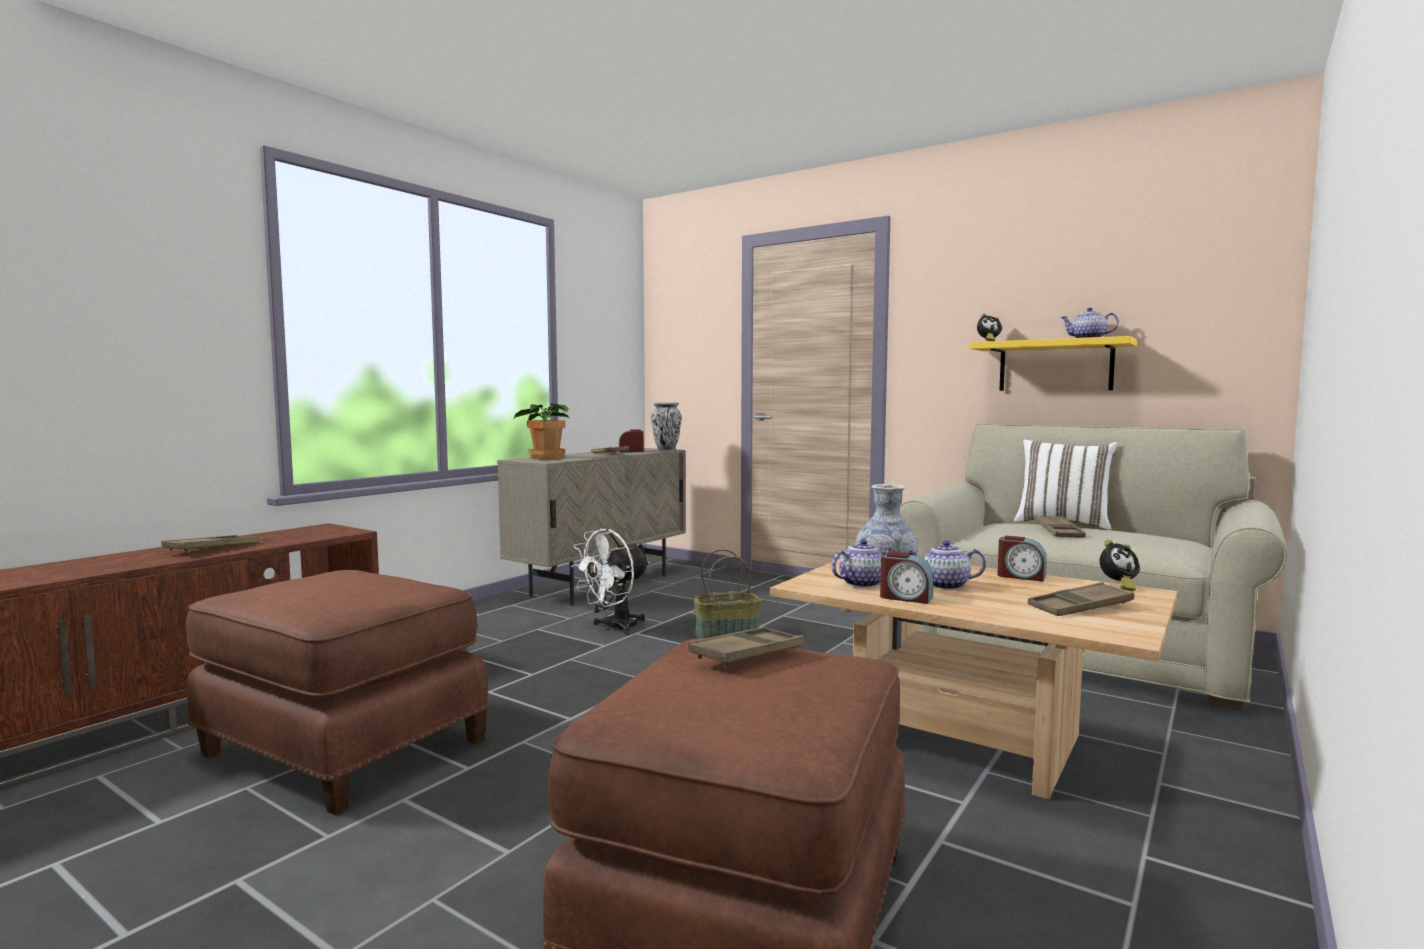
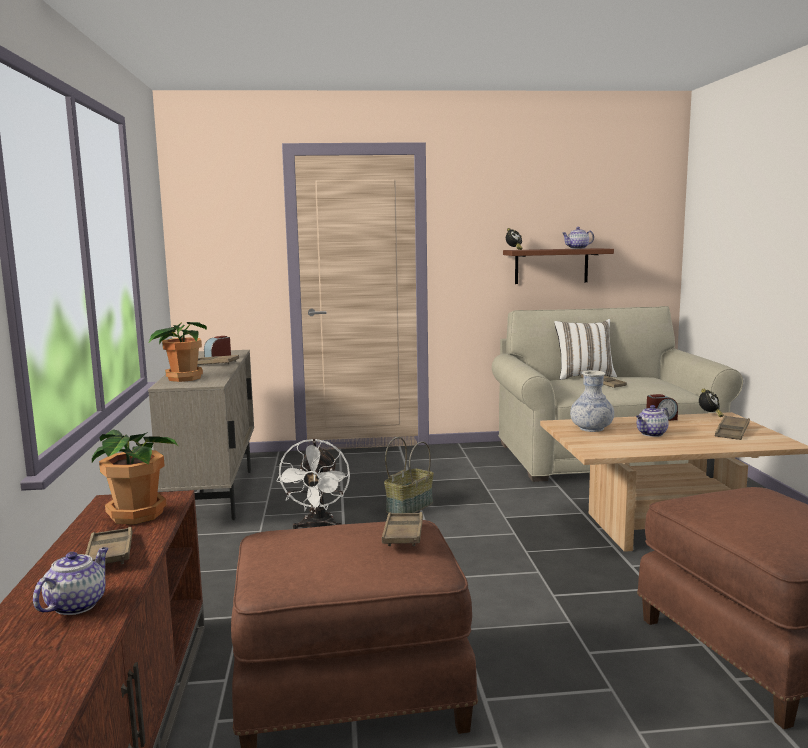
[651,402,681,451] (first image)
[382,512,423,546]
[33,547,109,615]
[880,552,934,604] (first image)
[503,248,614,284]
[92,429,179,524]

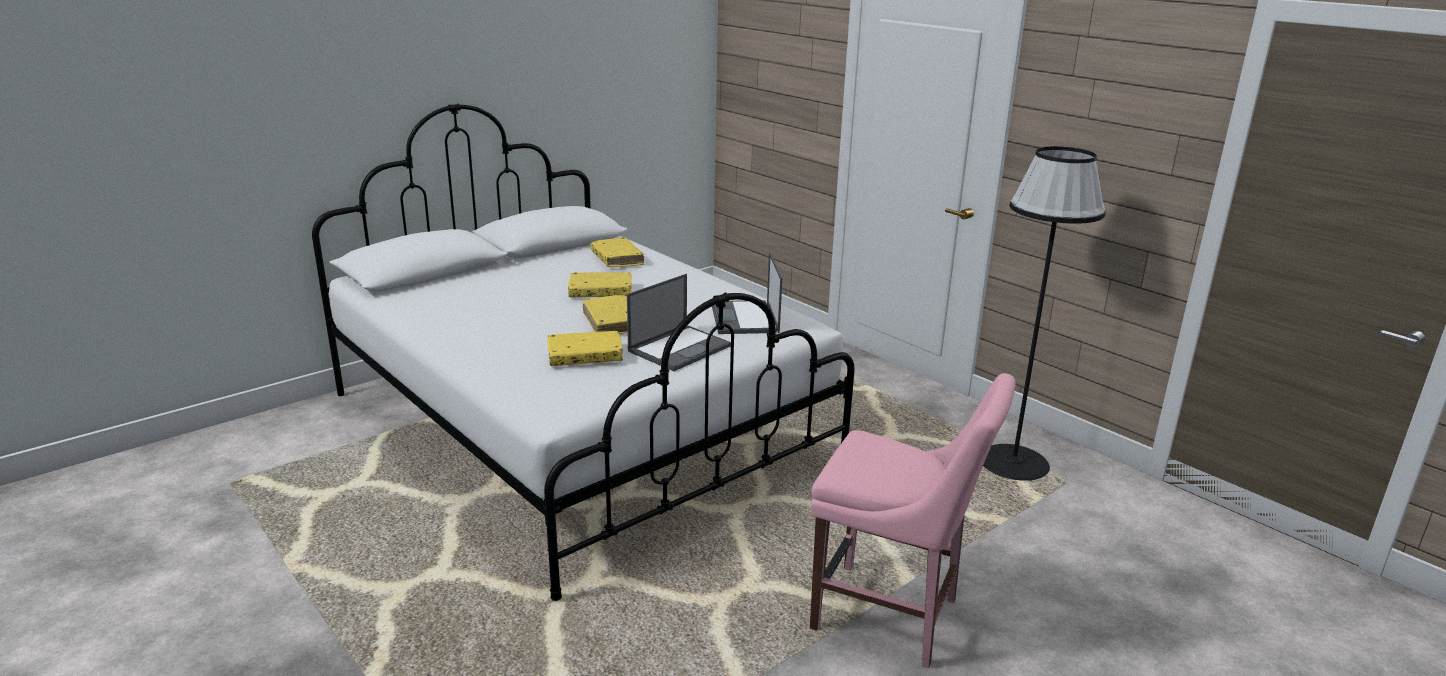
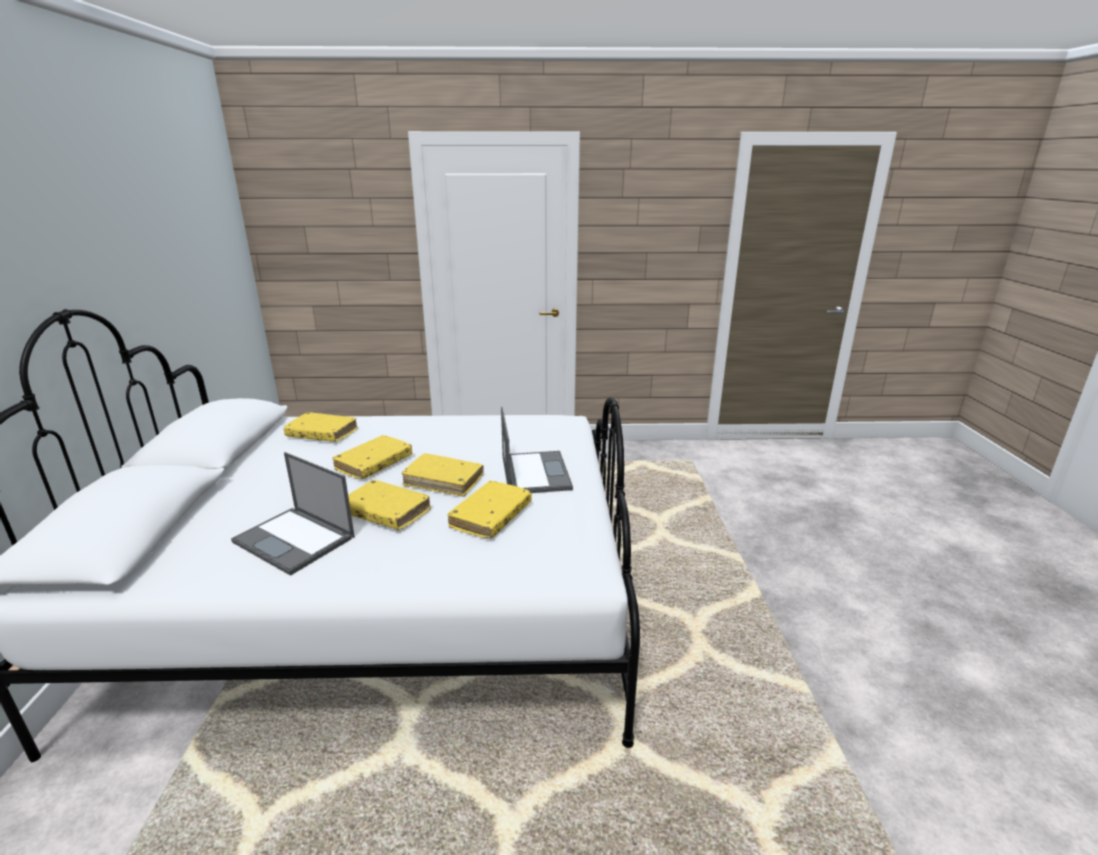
[231,452,355,576]
[810,373,1016,668] (first image)
[983,146,1106,481] (first image)
[348,480,431,530]

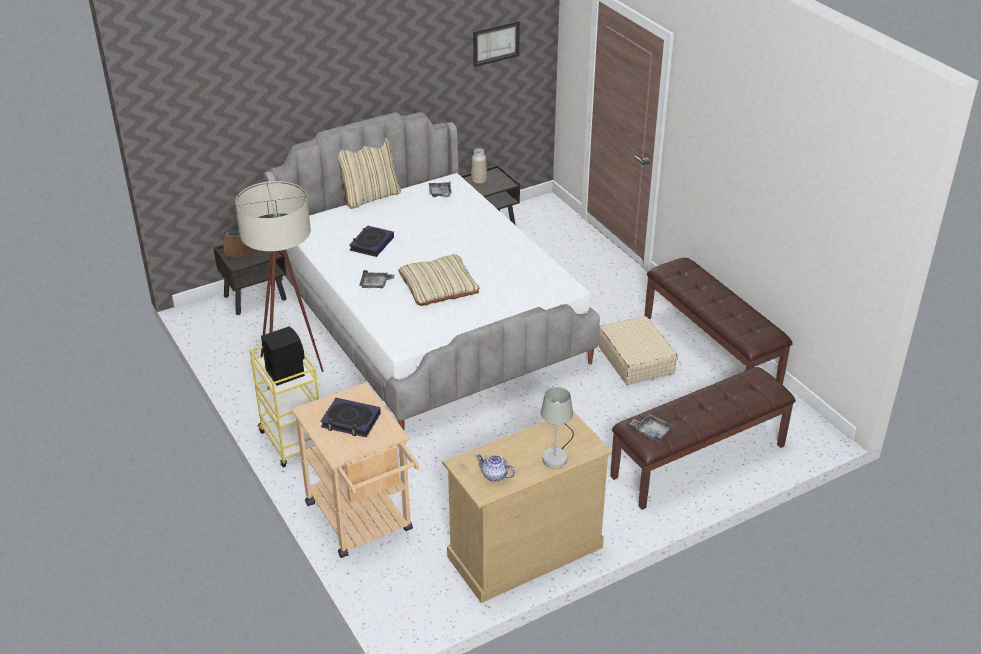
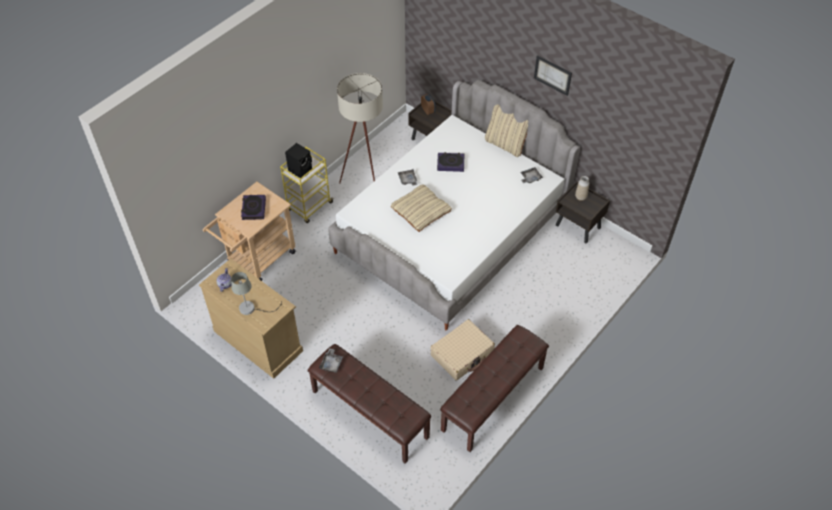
[534,55,572,96]

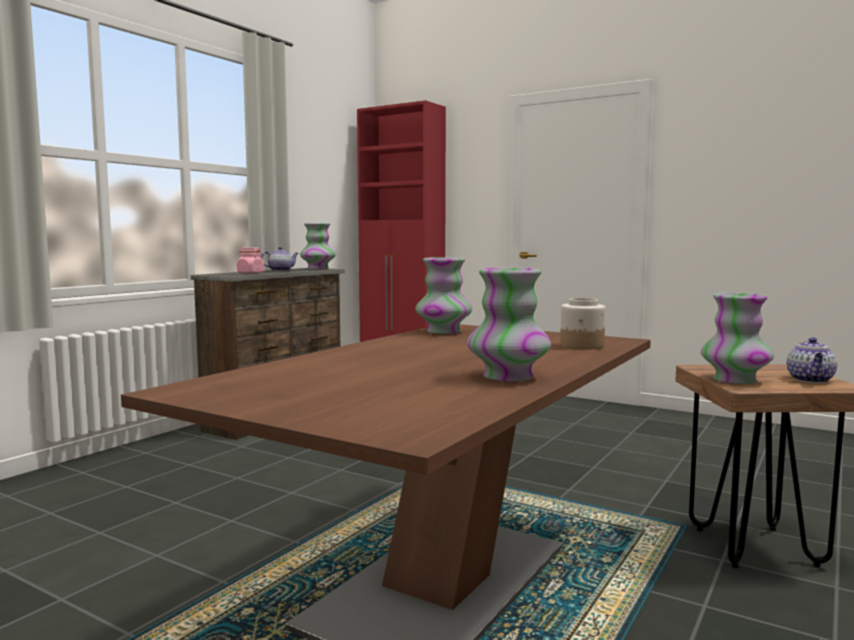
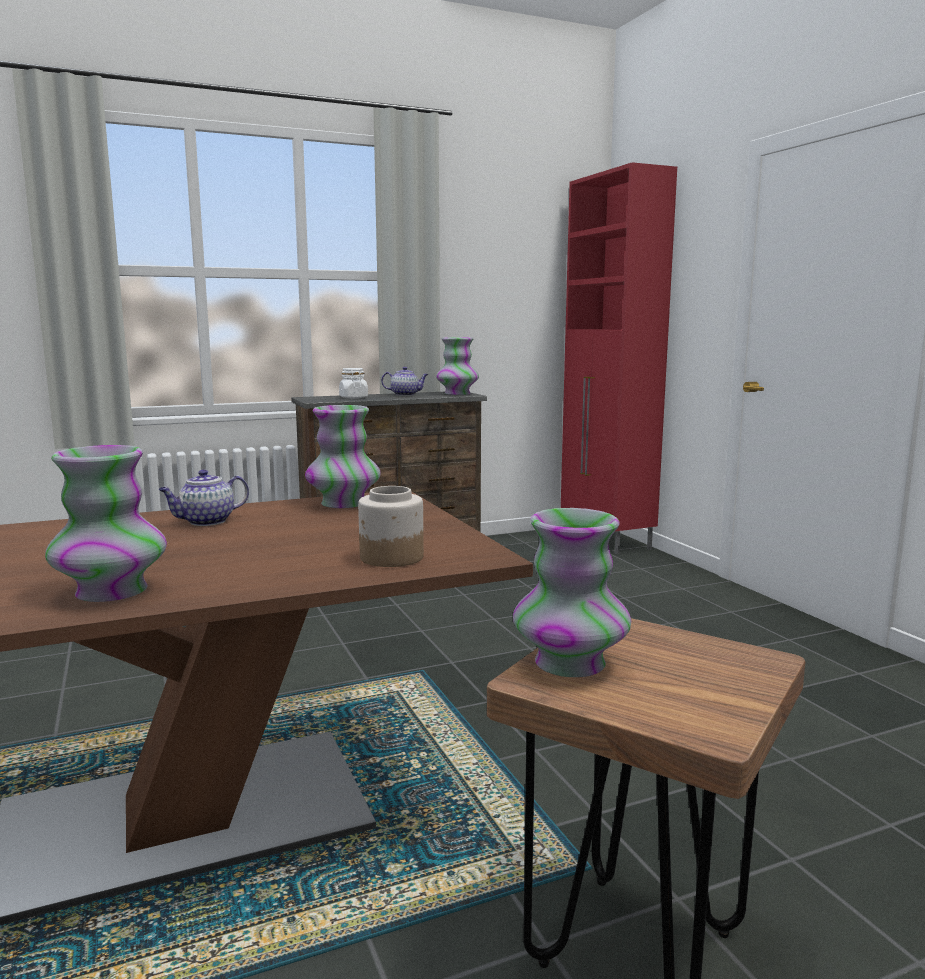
[339,368,368,399]
[158,470,249,526]

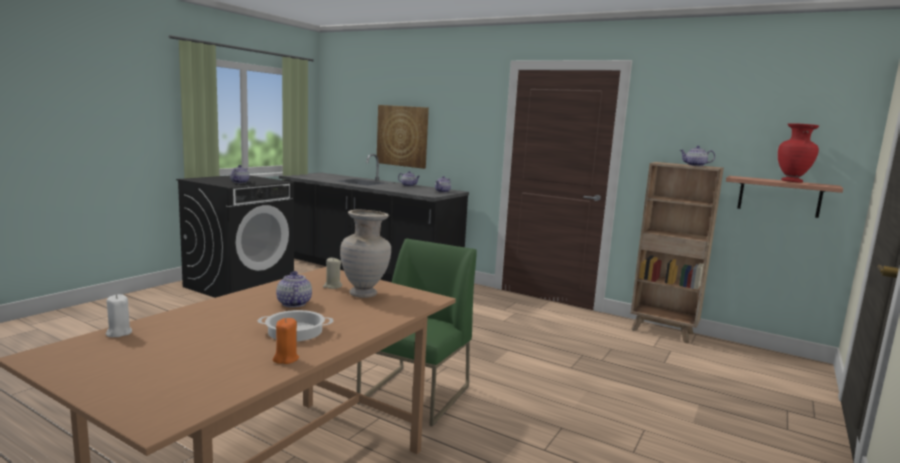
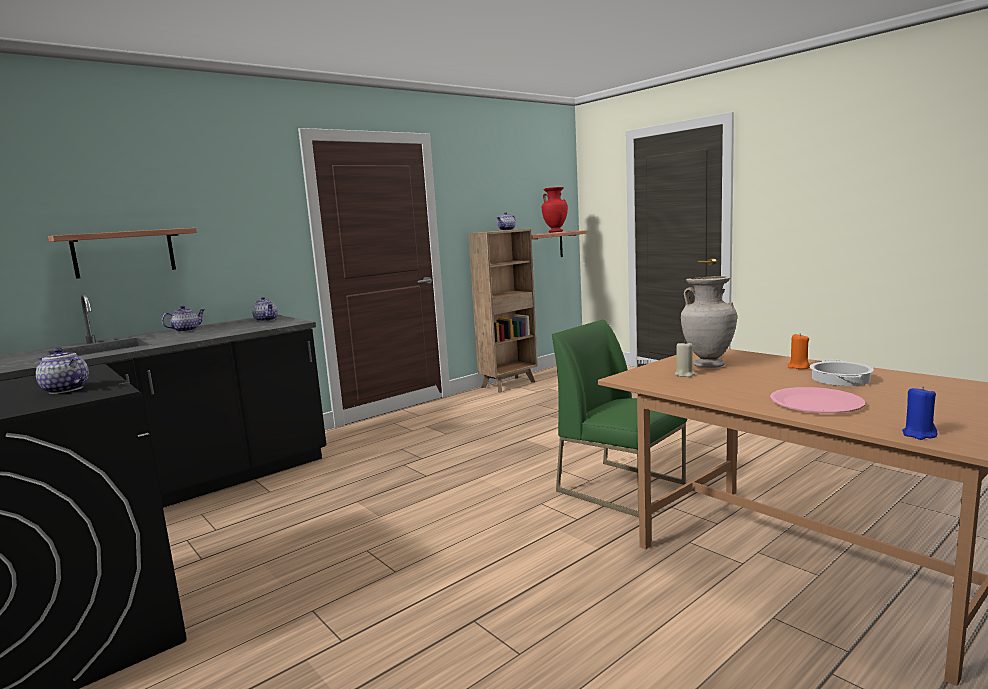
[902,386,938,440]
[788,333,810,369]
[276,271,312,307] (first image)
[48,228,197,279]
[770,387,865,413]

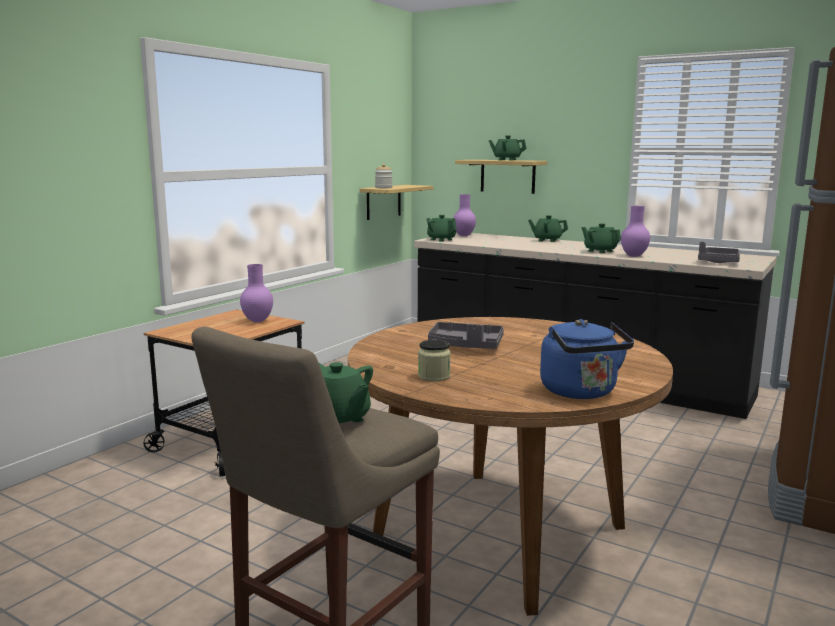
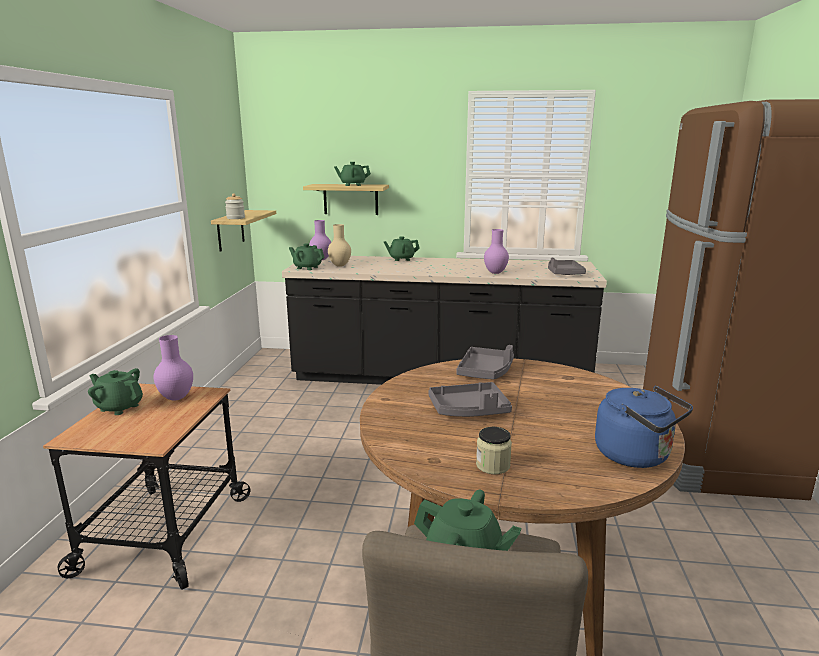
[88,368,143,415]
[328,224,351,267]
[456,345,514,380]

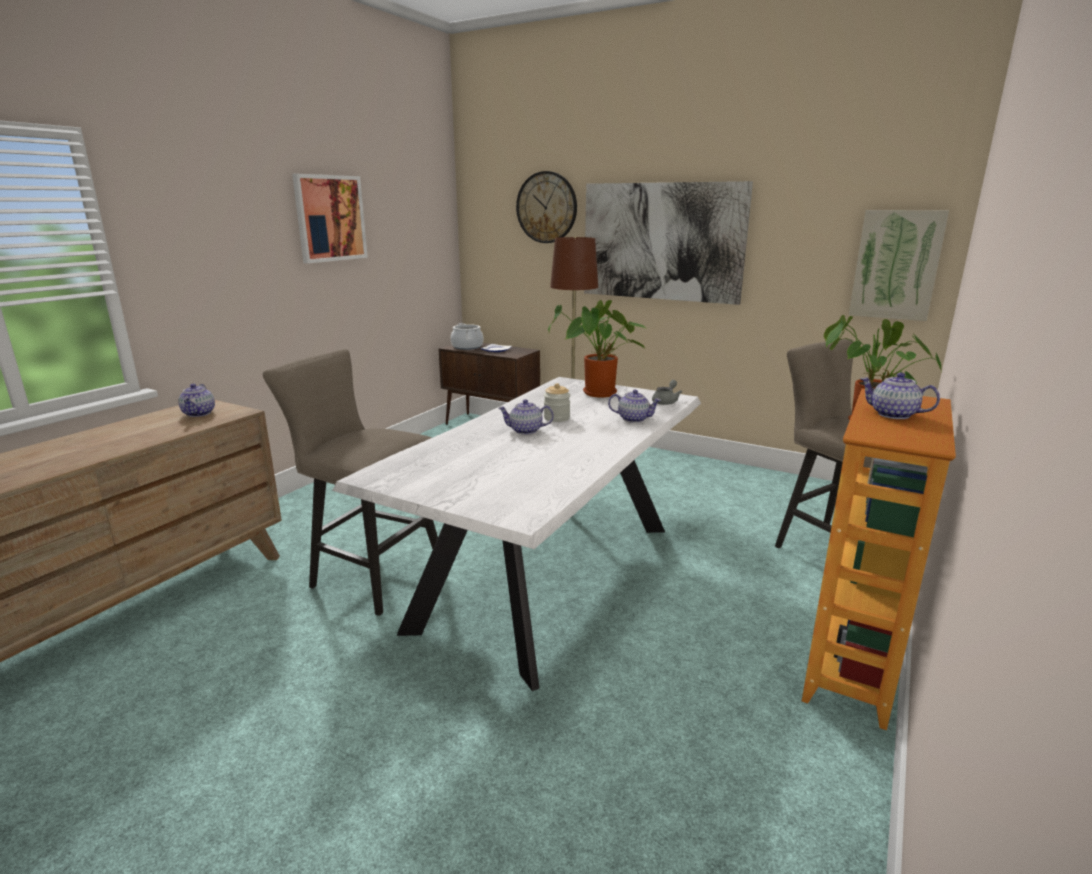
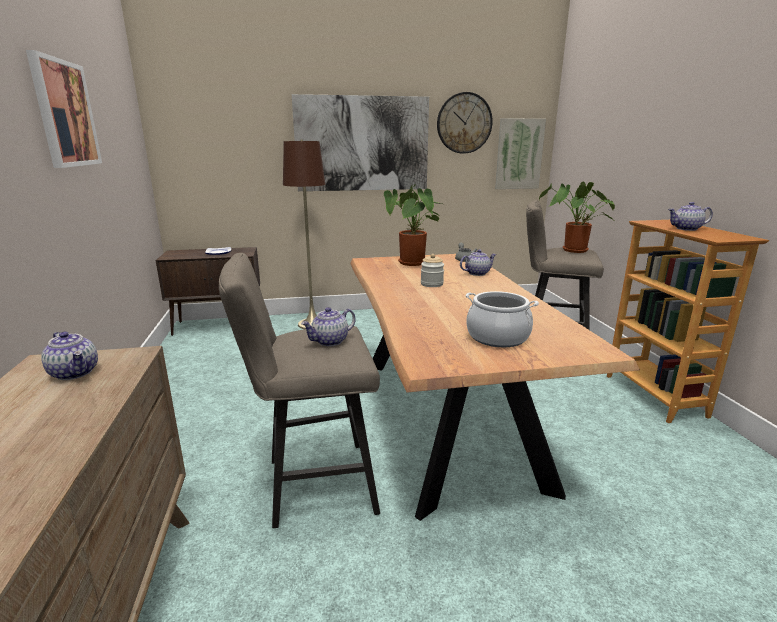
[350,254,640,521]
[465,291,539,347]
[301,307,356,346]
[437,92,493,154]

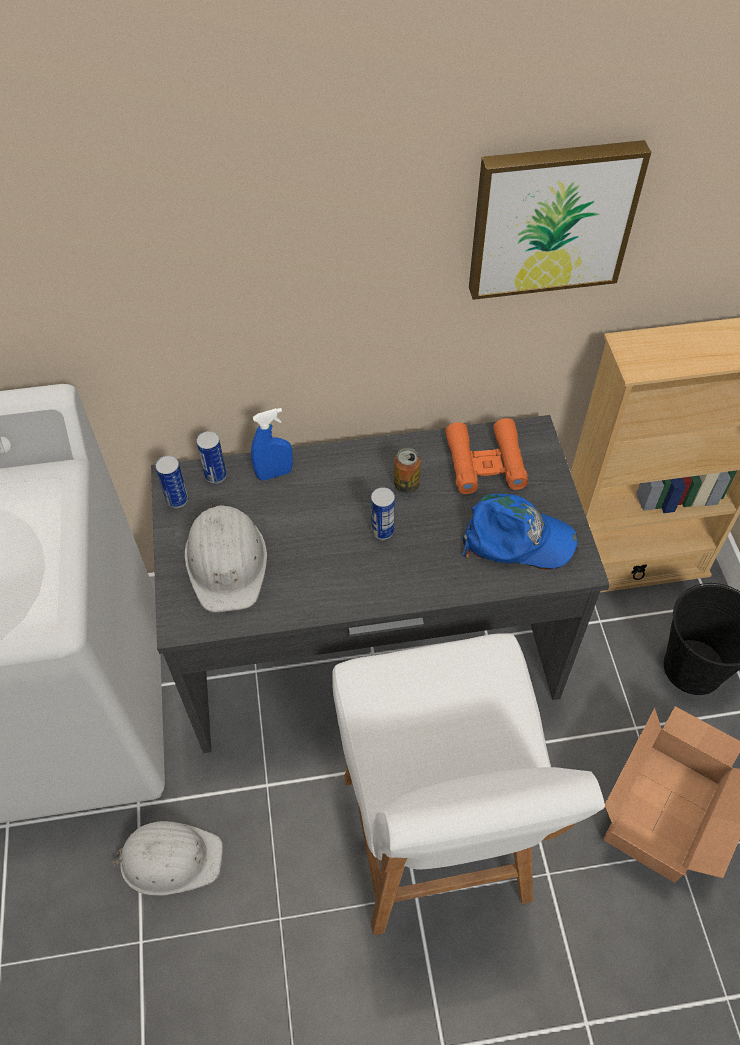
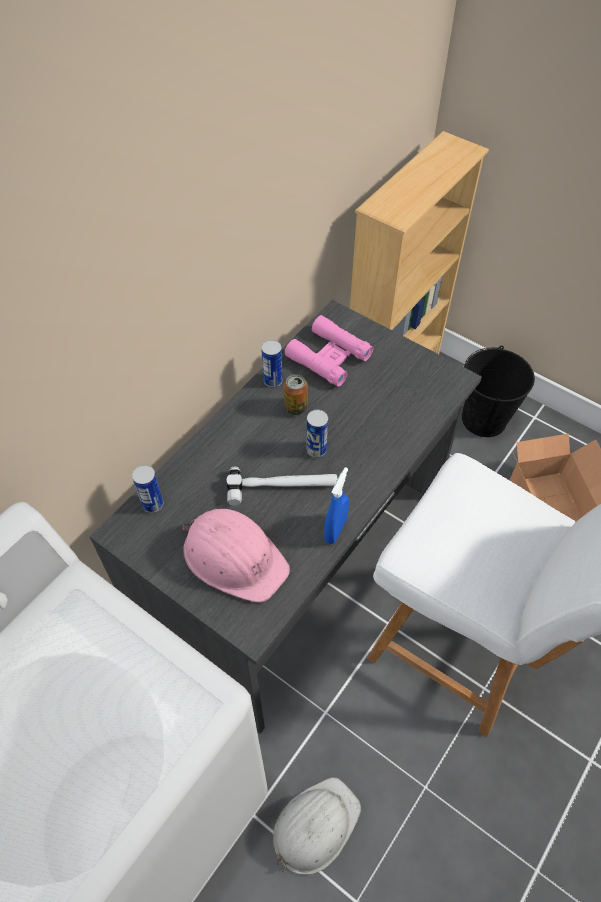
[261,340,282,388]
[182,509,290,603]
[324,467,349,544]
[285,315,373,387]
[462,494,578,570] (first image)
[469,140,651,300] (first image)
[227,466,338,506]

